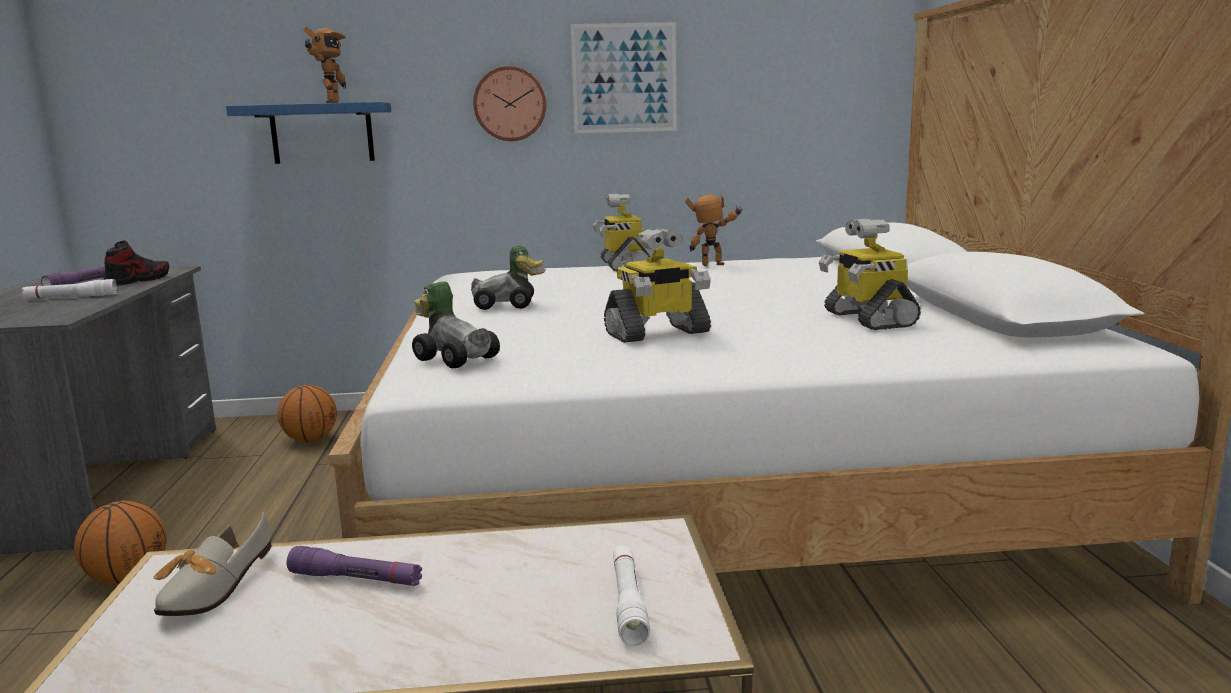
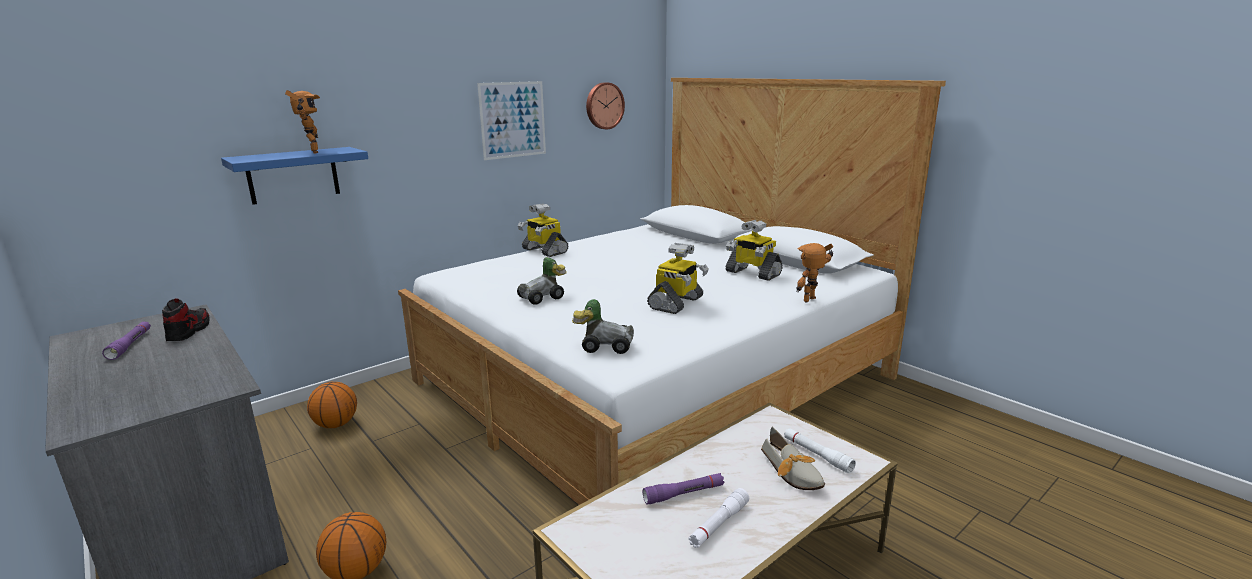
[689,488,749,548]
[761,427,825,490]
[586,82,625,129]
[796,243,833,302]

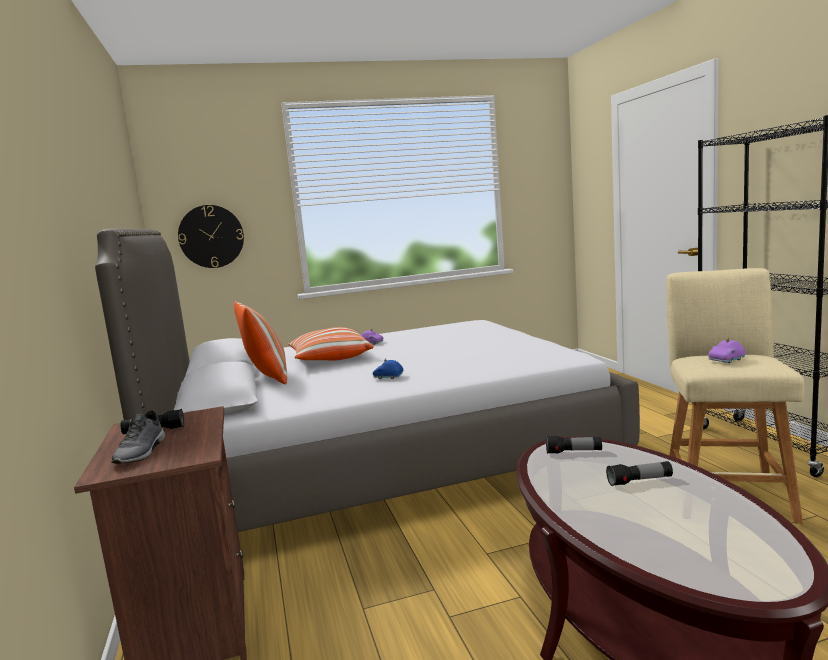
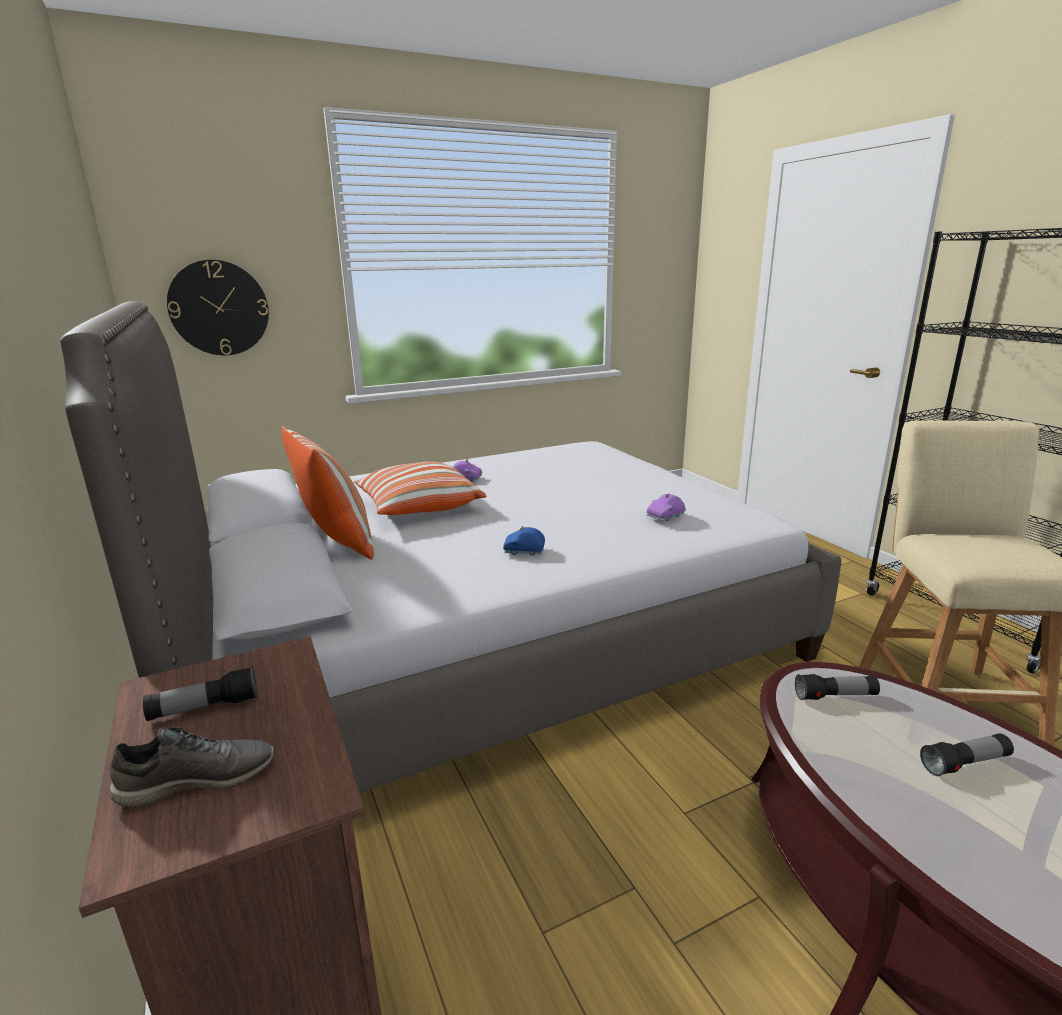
[110,727,275,807]
[647,494,686,521]

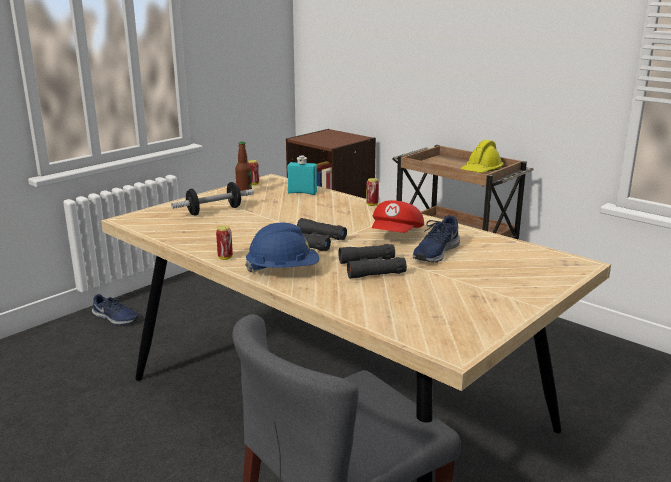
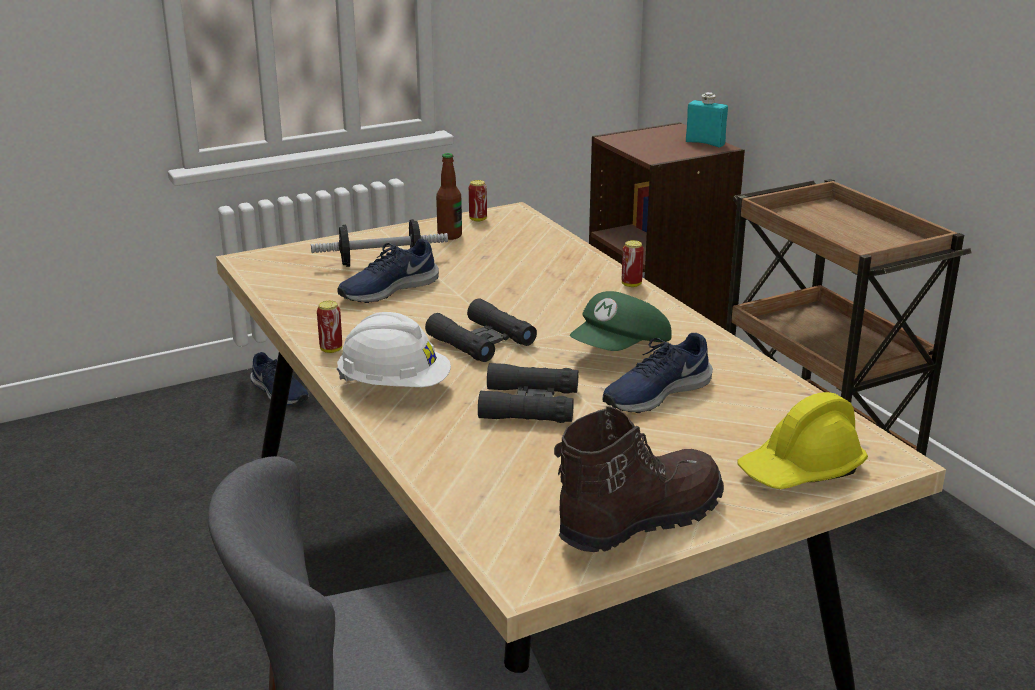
[337,312,451,387]
[686,92,728,147]
[570,291,672,351]
[737,392,868,489]
[337,239,439,303]
[554,407,724,552]

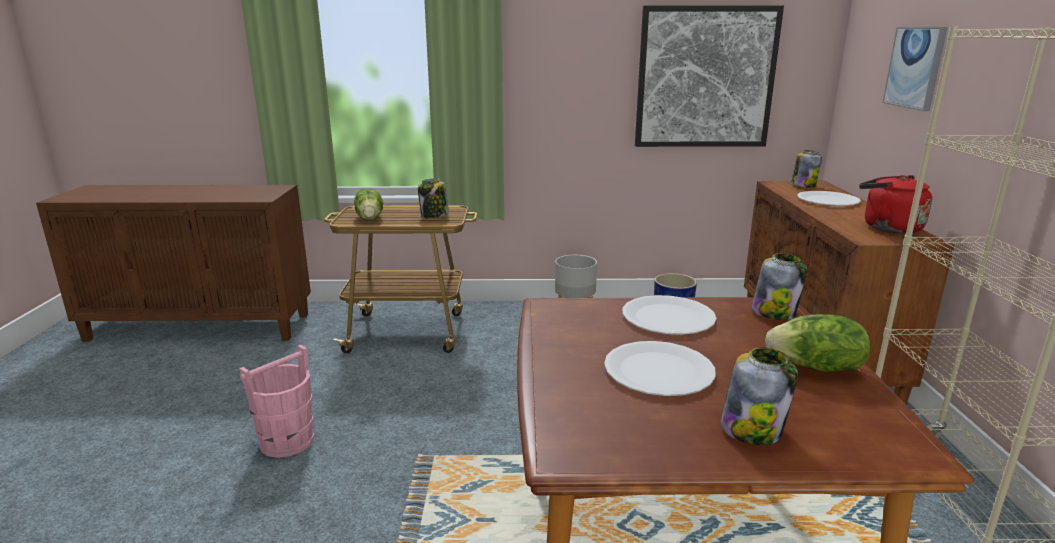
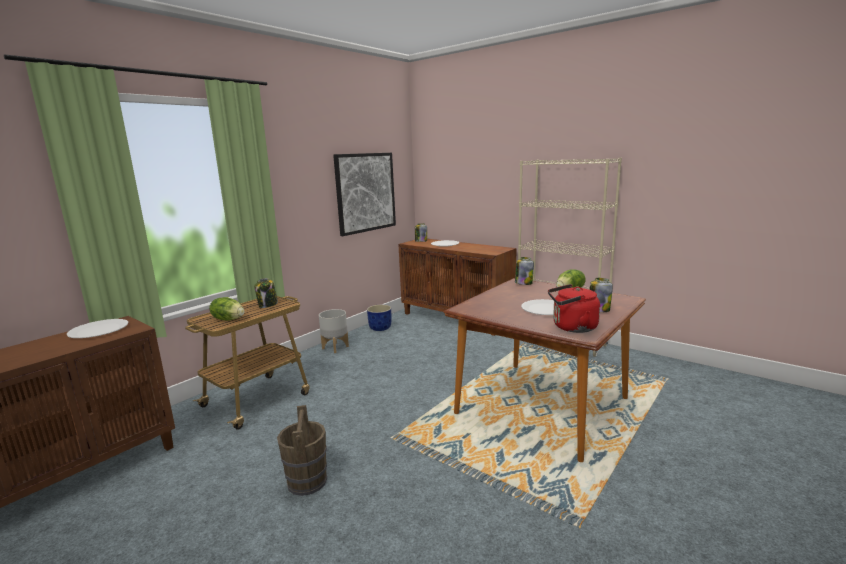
[277,405,327,496]
[67,319,129,338]
[548,284,600,333]
[882,27,948,111] (first image)

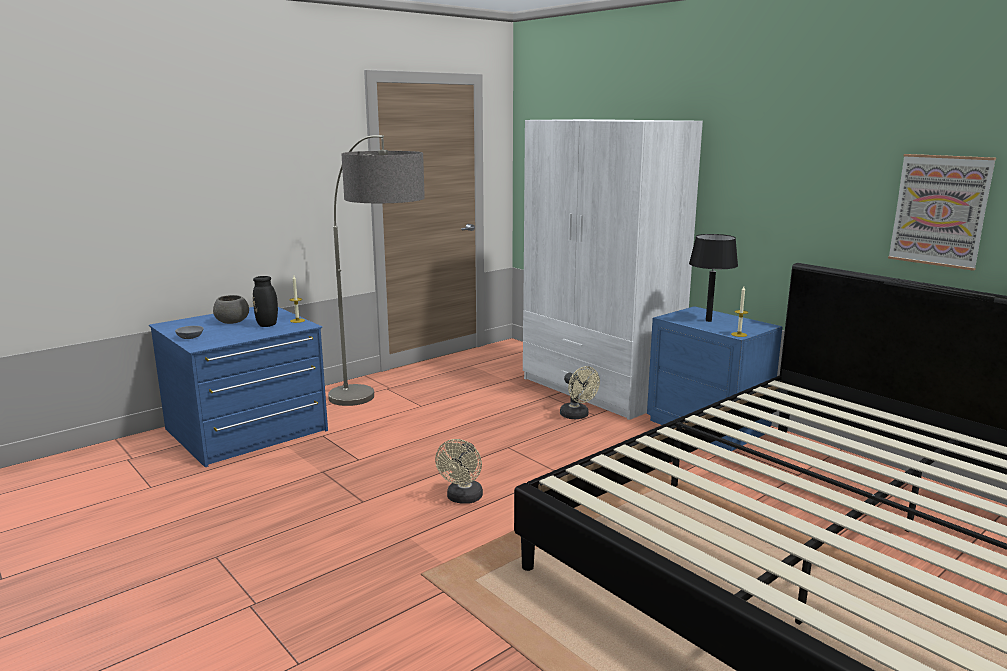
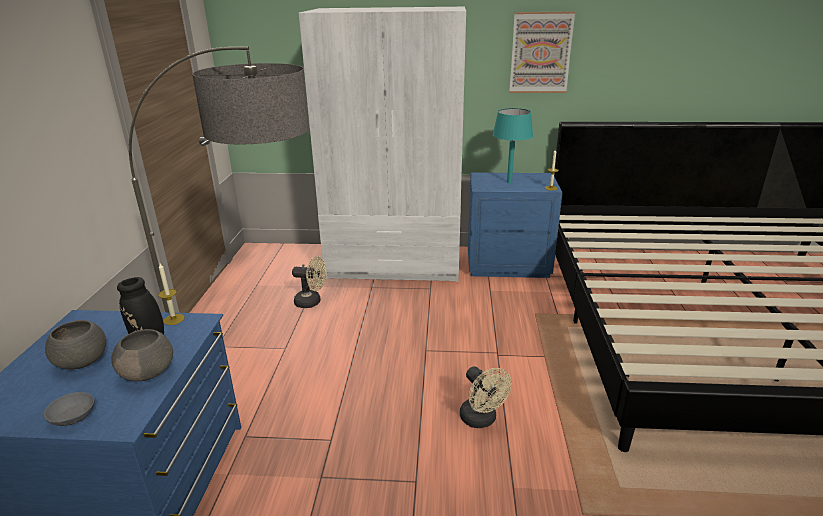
[292,256,327,308]
[492,108,533,184]
[509,12,575,93]
[112,329,173,381]

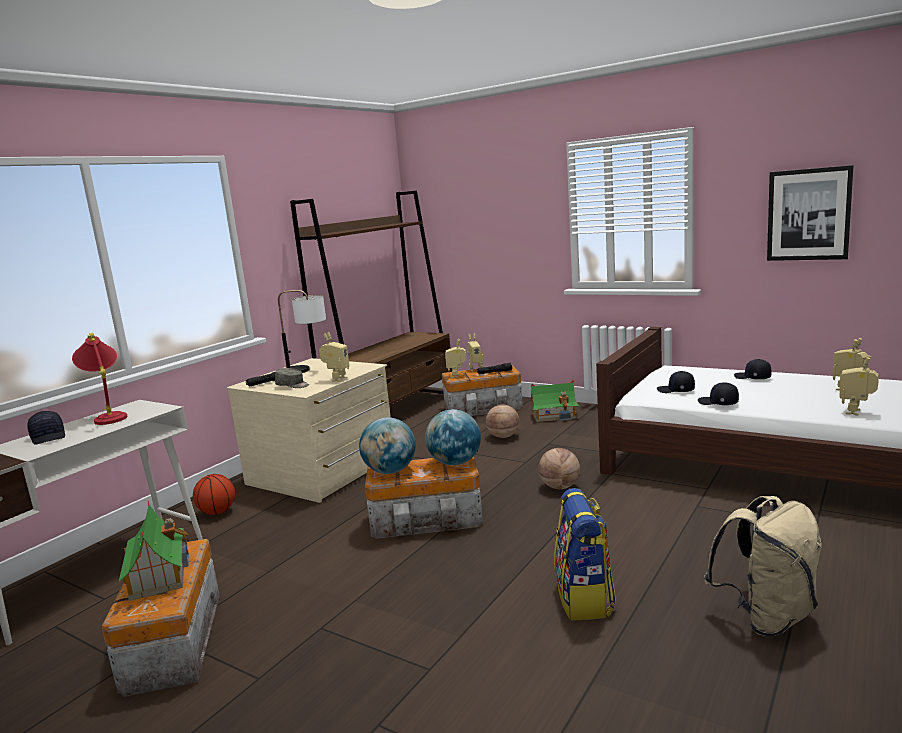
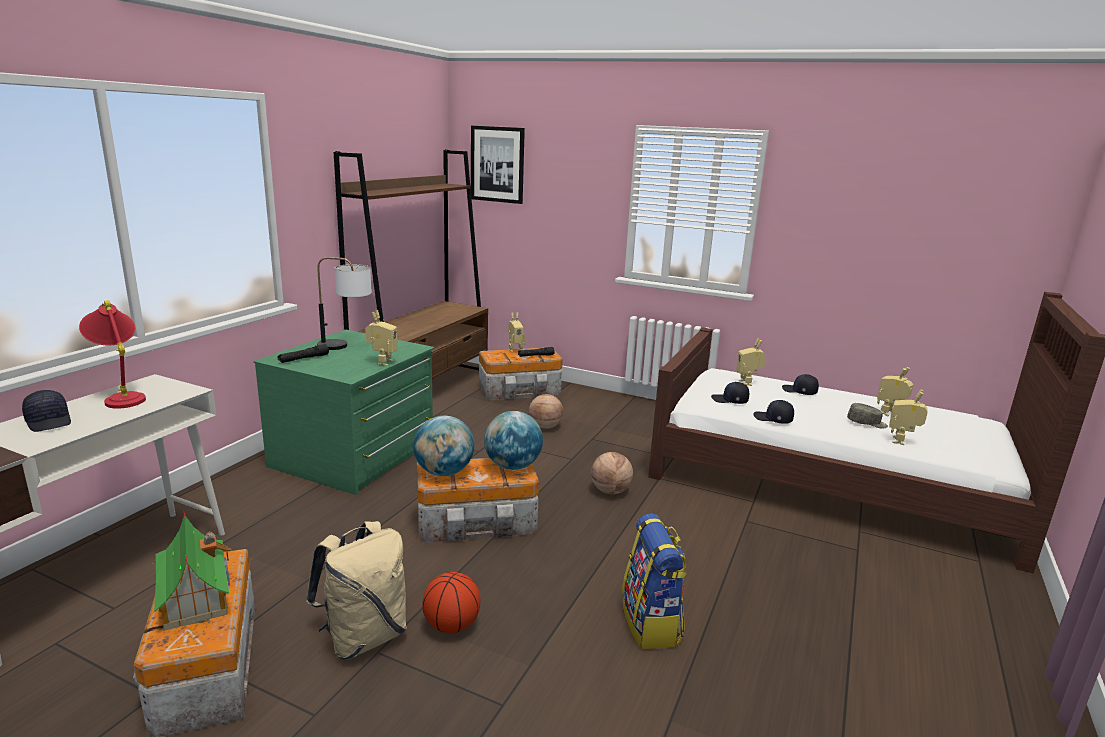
[422,572,481,633]
[254,330,434,495]
[847,403,888,428]
[736,338,766,386]
[529,380,579,422] (first image)
[306,521,407,660]
[471,126,525,204]

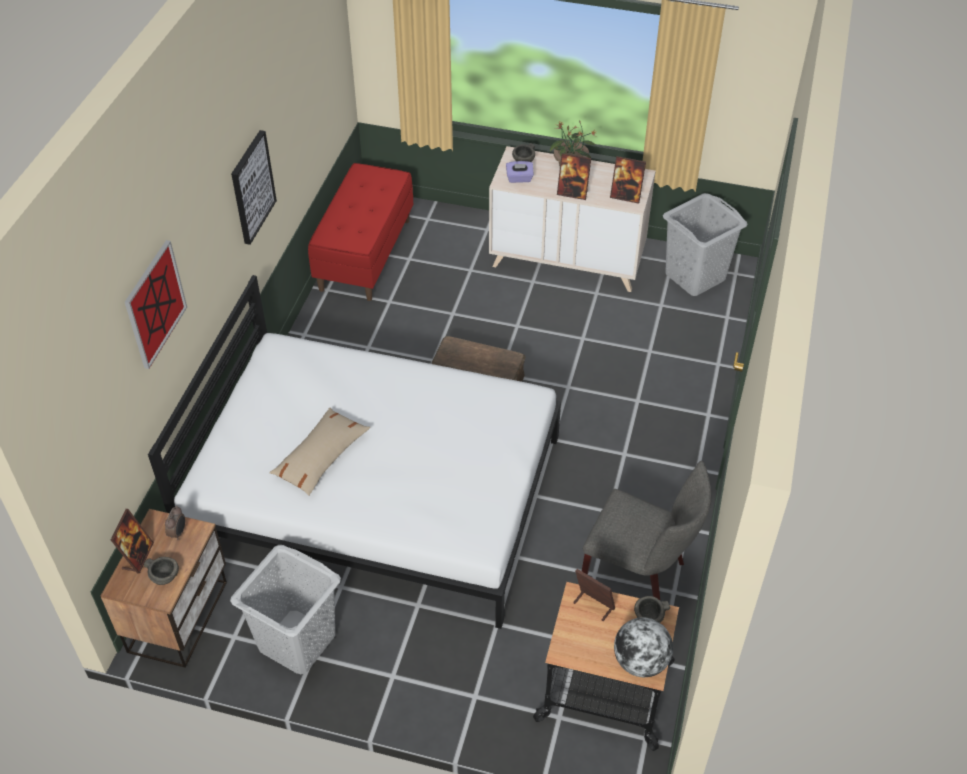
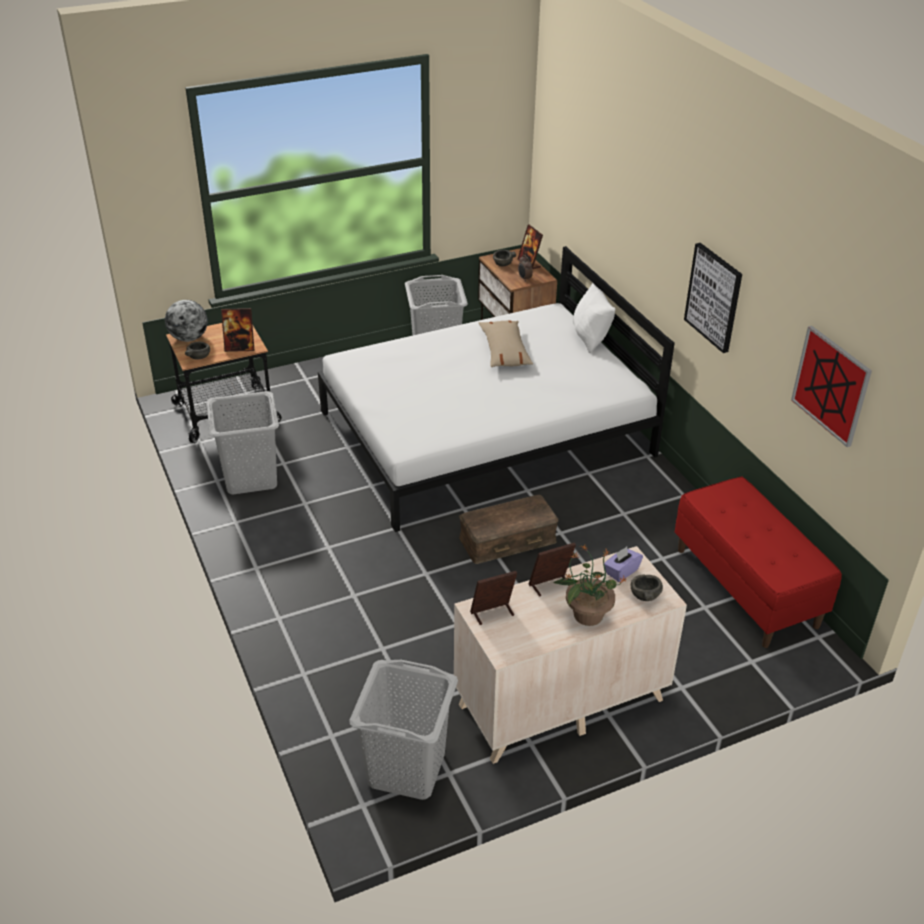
[791,326,872,447]
[206,391,279,495]
[573,283,615,353]

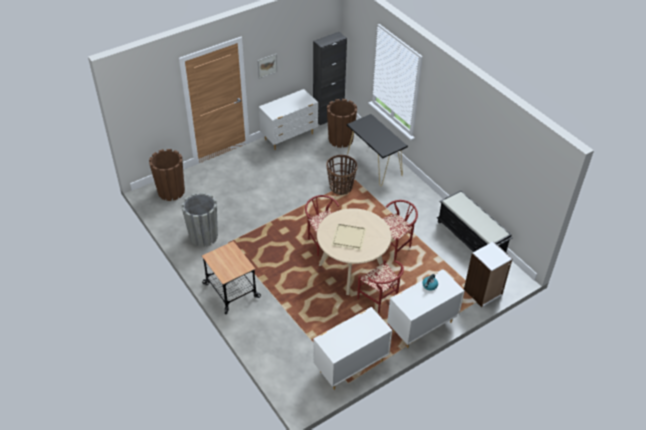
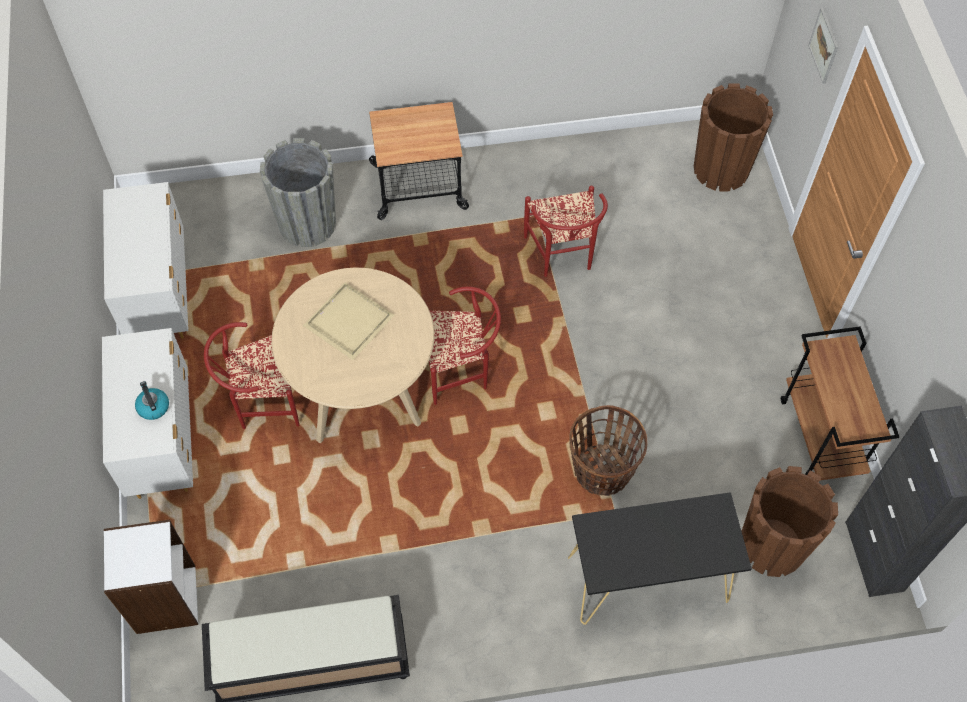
[260,138,336,247]
[808,8,838,84]
[781,326,899,480]
[524,186,608,277]

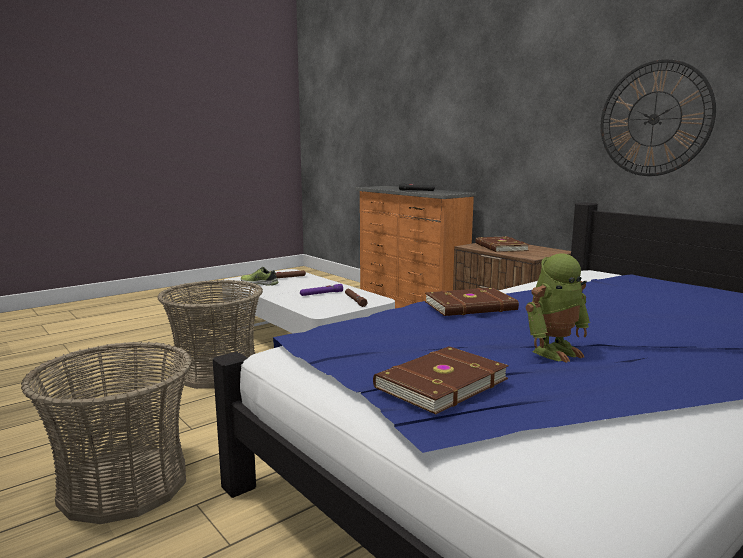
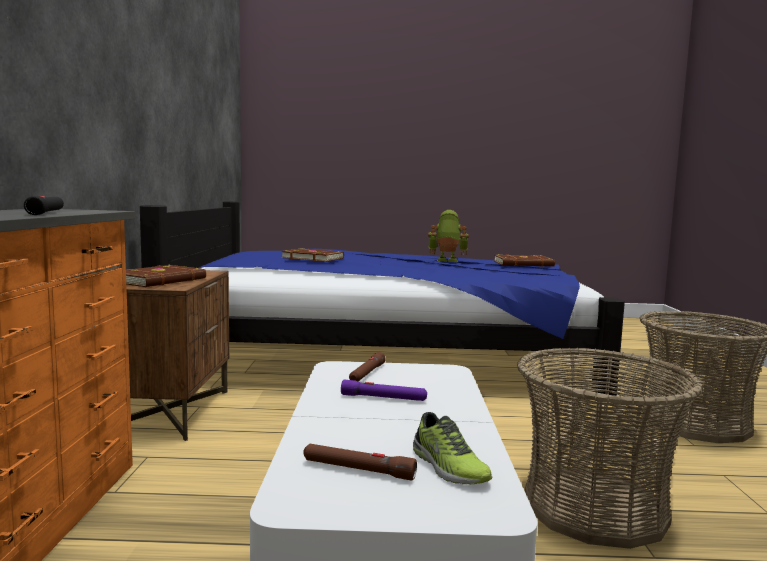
[281,248,344,262]
[601,59,716,176] (first image)

